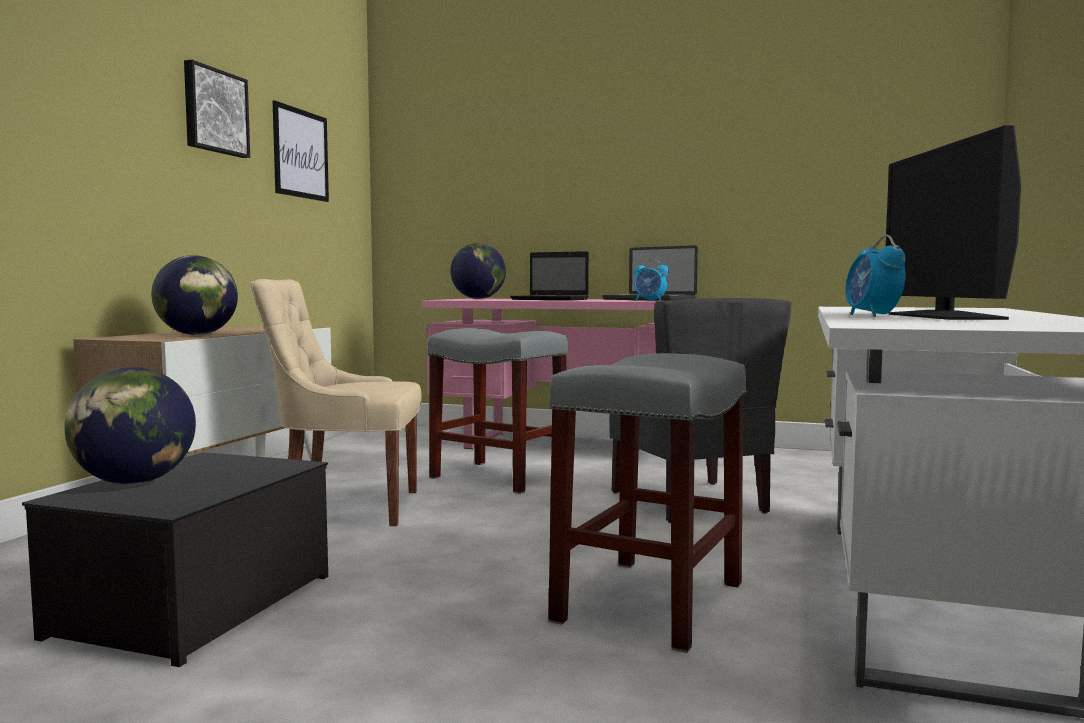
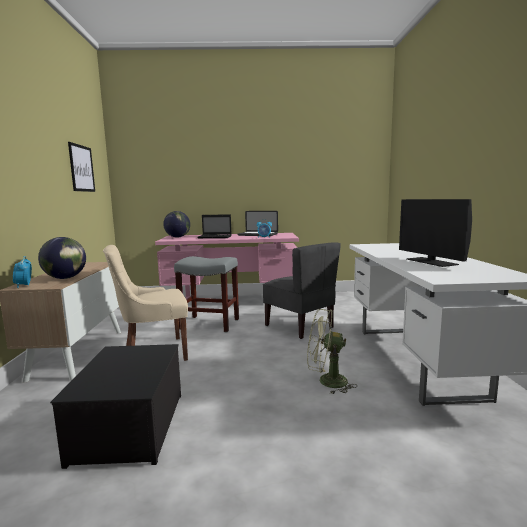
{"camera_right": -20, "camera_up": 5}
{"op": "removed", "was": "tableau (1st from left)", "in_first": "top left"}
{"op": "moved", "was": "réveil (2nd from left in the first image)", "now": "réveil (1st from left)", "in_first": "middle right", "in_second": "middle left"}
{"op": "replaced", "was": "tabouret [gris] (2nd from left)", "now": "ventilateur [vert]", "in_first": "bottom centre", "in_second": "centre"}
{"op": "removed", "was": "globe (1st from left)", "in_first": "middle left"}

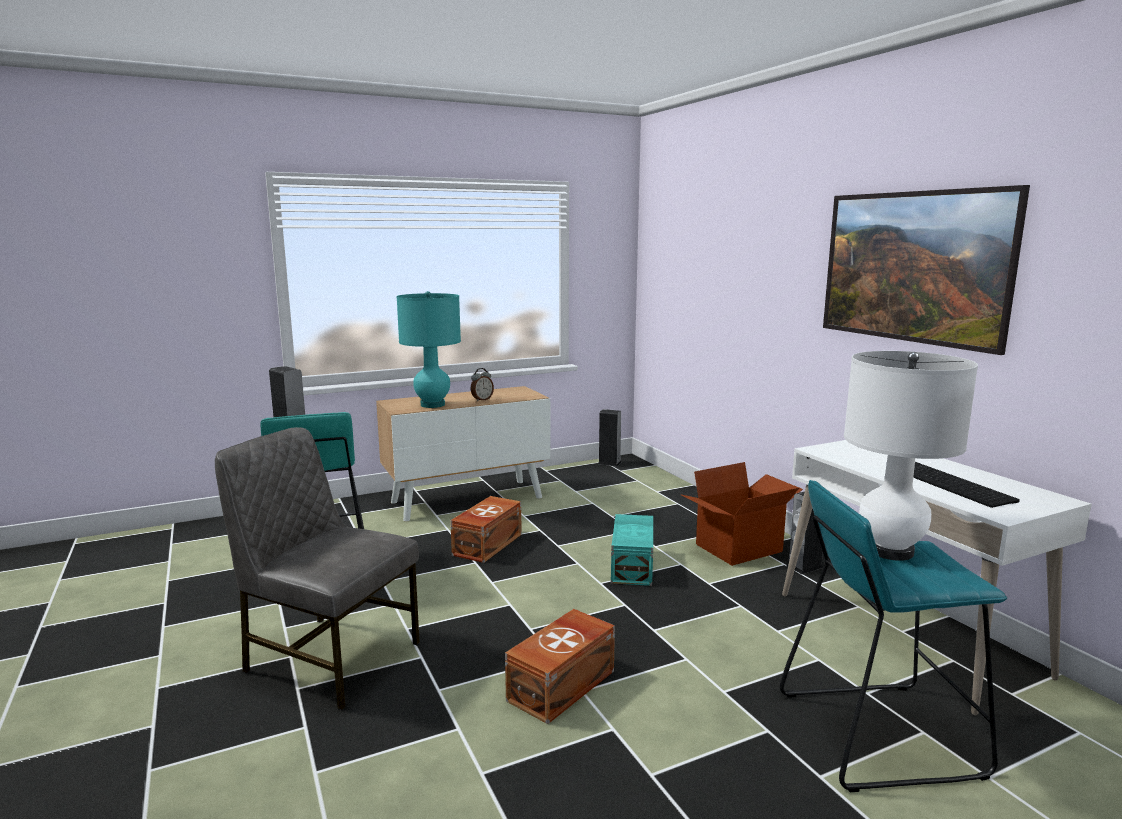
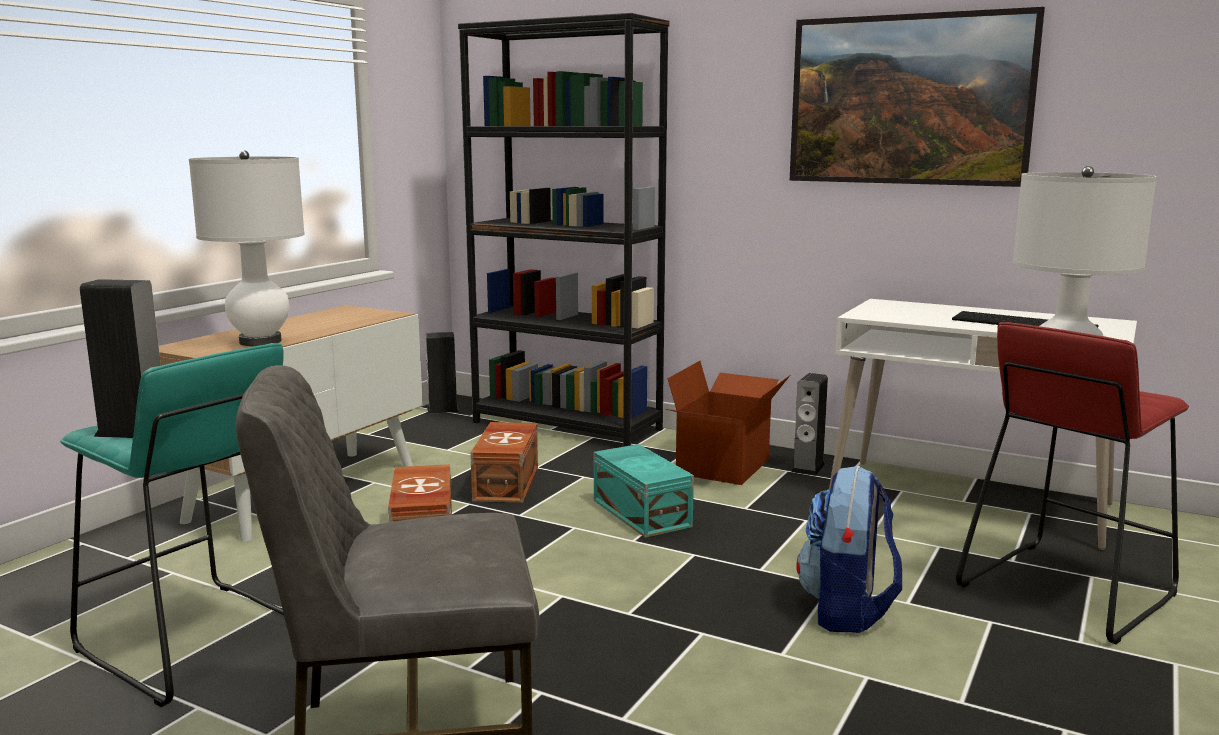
{"camera_right": -35, "camera_up": 0}
{"op": "recoloured", "was": "lampe de table [turquoise]", "now": "lampe de table [blanc] (1st from left)", "in_first": "centre", "in_second": "middle left"}
{"op": "removed", "was": "réveil", "in_first": "centre"}
{"op": "recoloured", "was": "tabouret [turquoise] (2nd from left)", "now": "tabouret [rouge]", "in_first": "bottom right", "in_second": "middle right"}
{"op": "moved", "was": "boîte de rangement [marron] (2nd from left)", "in_first": "bottom centre", "in_second": "centre"}
{"op": "added", "now": "bibliothèque [noir]", "in_second": "top centre"}
{"op": "added", "now": "sac à dos", "in_second": "bottom right"}

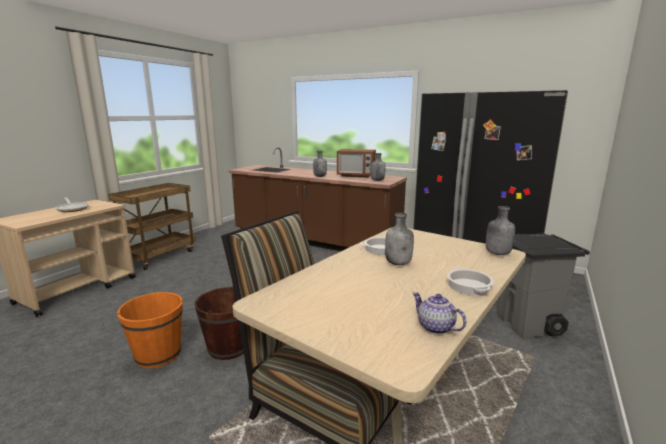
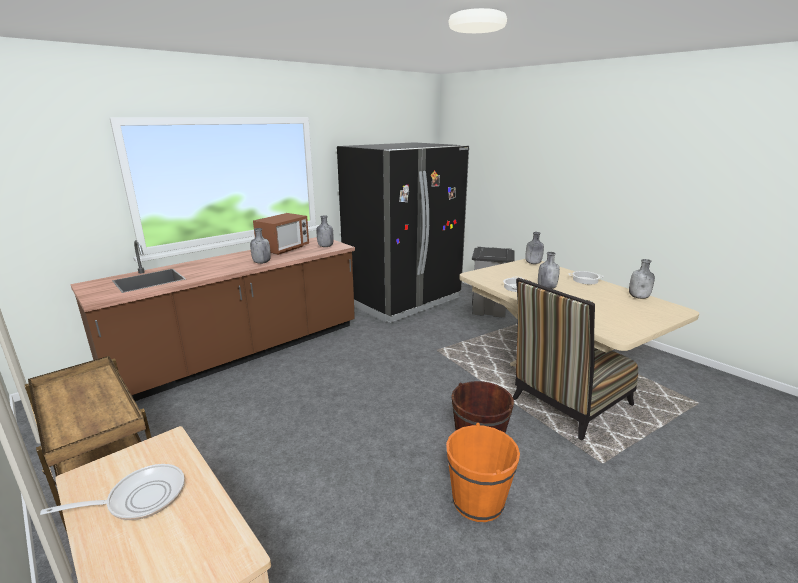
{"camera_right": -70, "camera_up": 5}
{"op": "replaced", "was": "théière", "now": "bouteille [gris] (5th from left)", "in_first": "bottom centre", "in_second": "middle right"}

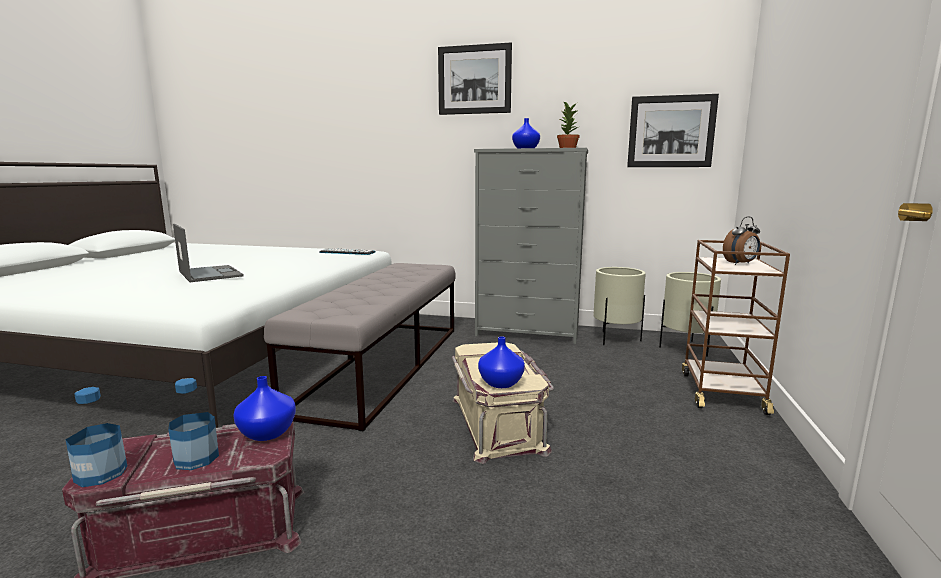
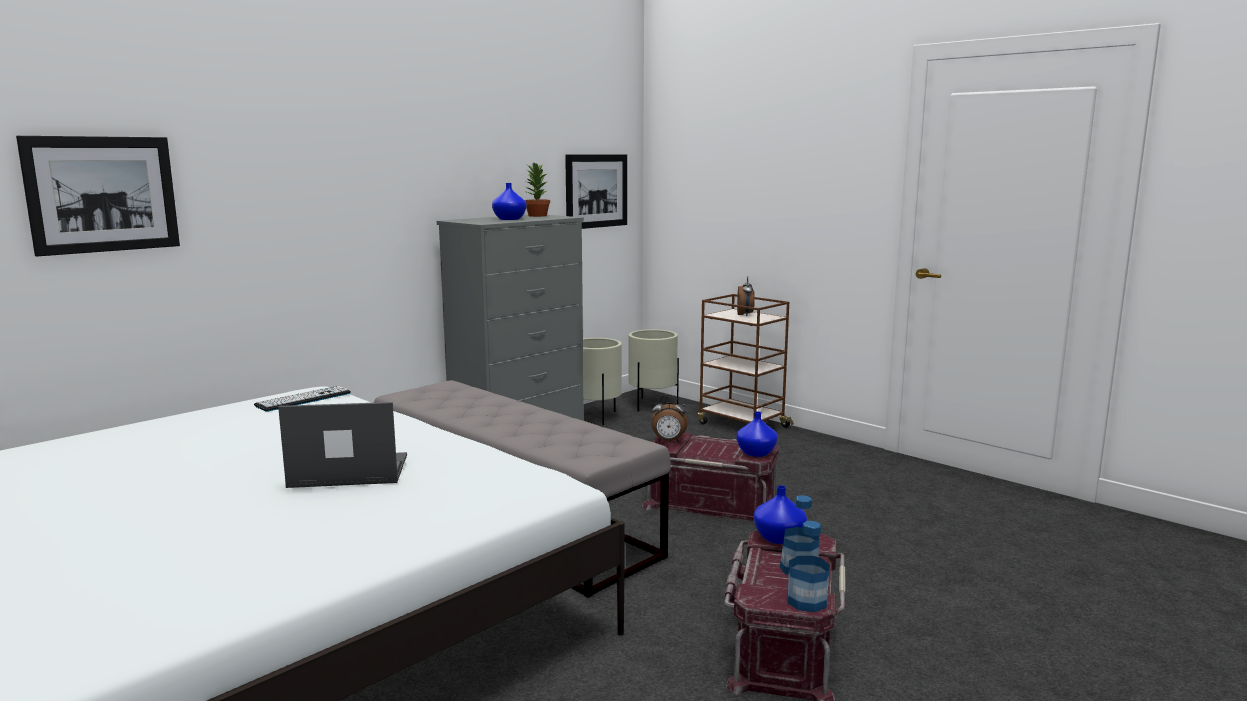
{"camera_right": -60, "camera_up": 0}
{"op": "moved", "was": "tableau (1st from left)", "in_first": "top centre", "in_second": "top left"}
{"op": "recoloured", "was": "boîte de rangement [beige]", "now": "boîte de rangement [rouge] (1st from left)", "in_first": "bottom centre", "in_second": "bottom centre"}
{"op": "added", "now": "réveil (1st from left)", "in_second": "centre"}

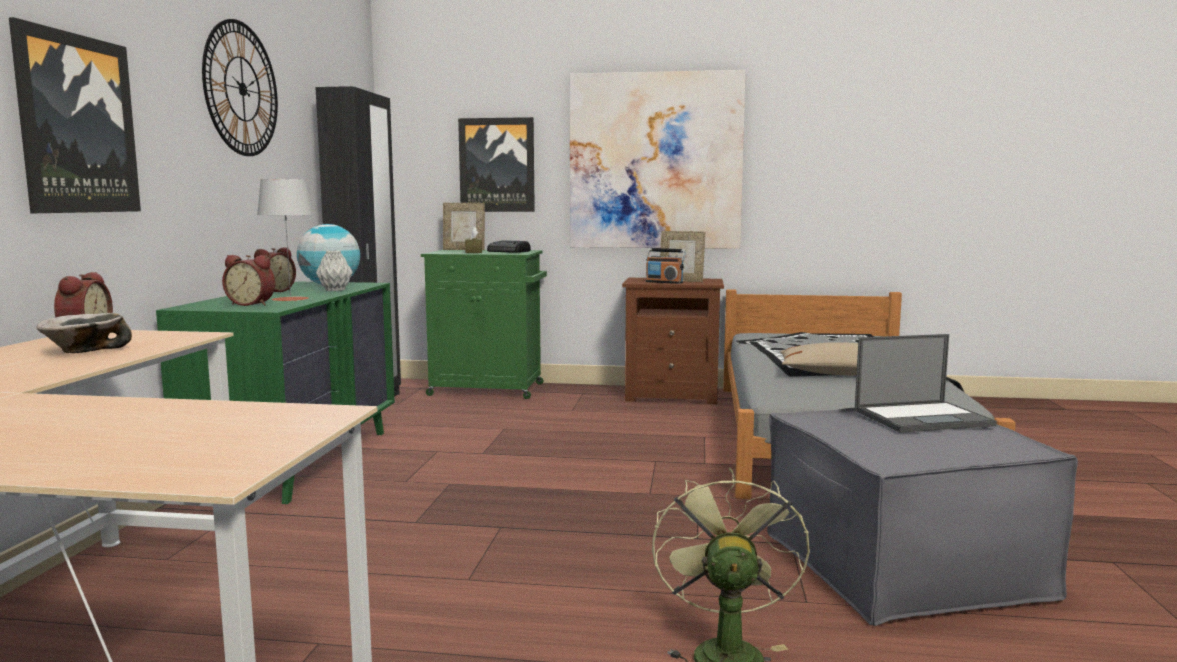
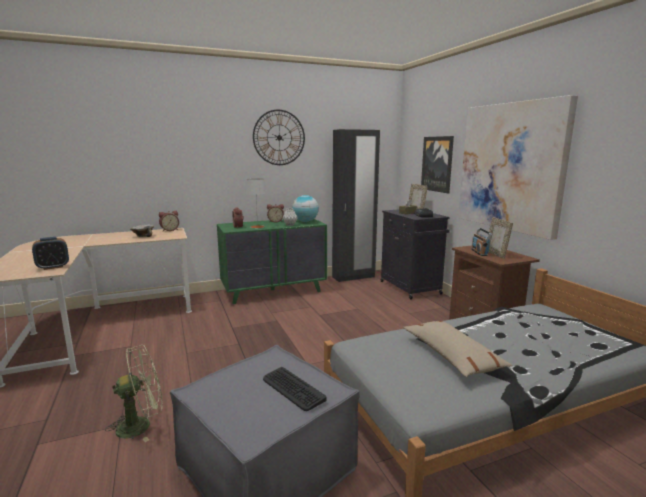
{"camera_right": 60, "camera_up": 5}
{"op": "removed", "was": "tableau (1st from left)", "in_first": "top left"}
{"op": "recoloured", "was": "meuble de rangement [vert]", "now": "meuble de rangement [noir]", "in_first": "centre", "in_second": "centre"}
{"op": "replaced", "was": "ordinateur portable", "now": "clavier", "in_first": "middle right", "in_second": "bottom centre"}
{"op": "added", "now": "réveil (1st from left)", "in_second": "middle left"}

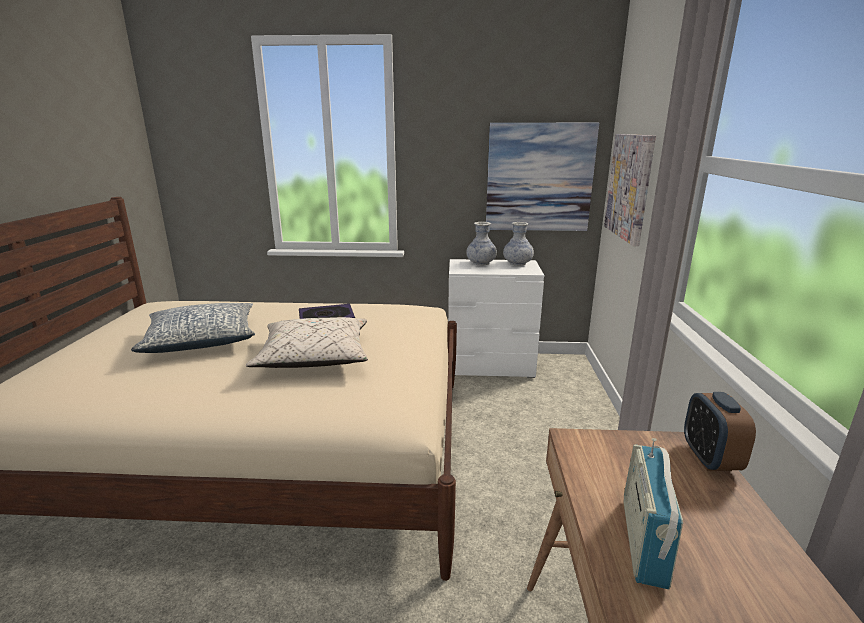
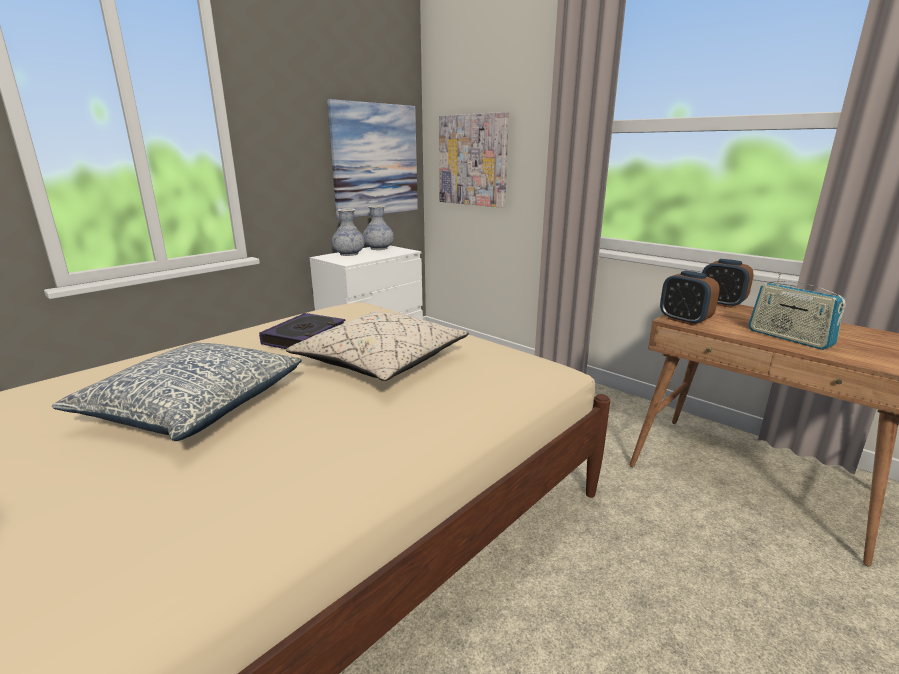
{"camera_right": -50, "camera_up": 0}
{"op": "added", "now": "réveil (1st from left)", "in_second": "middle right"}

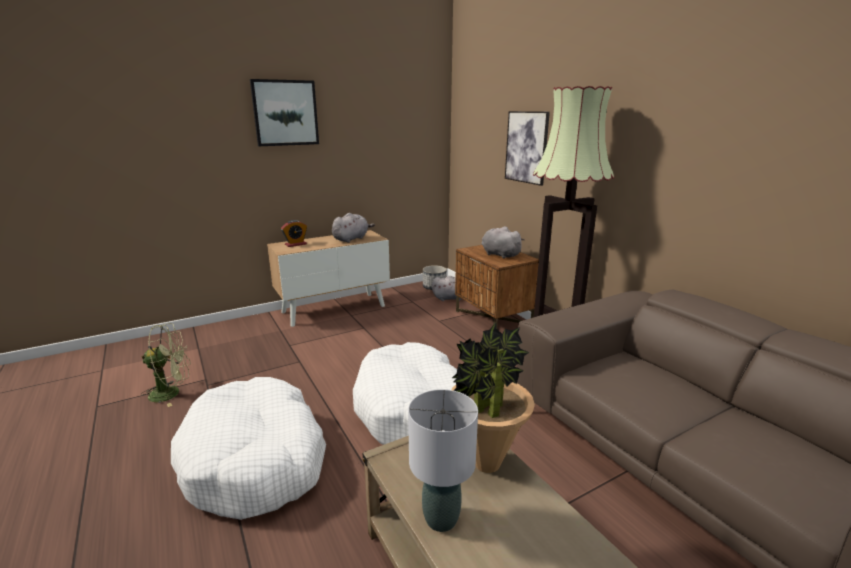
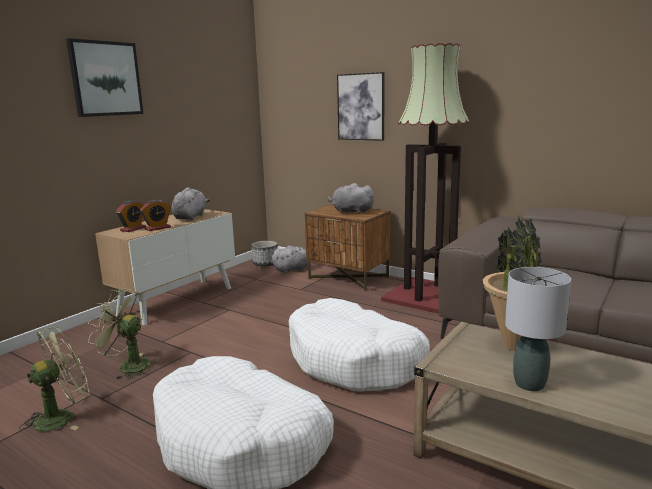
{"camera_right": -25, "camera_up": -5}
{"op": "added", "now": "réveil (2nd from left)", "in_second": "middle left"}
{"op": "added", "now": "ventilateur [vert] (2nd from left)", "in_second": "bottom left"}

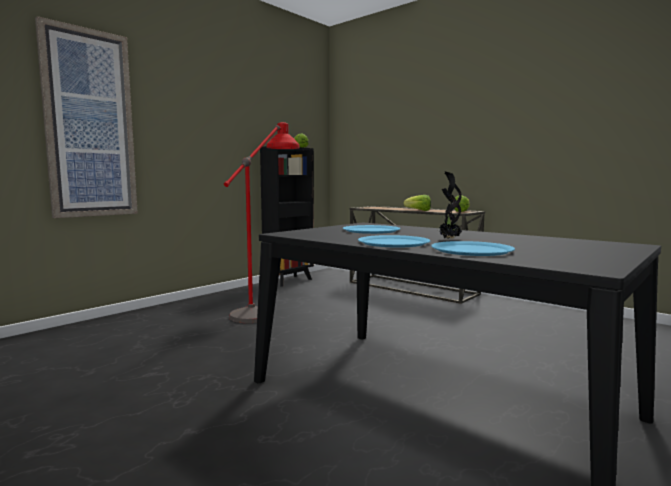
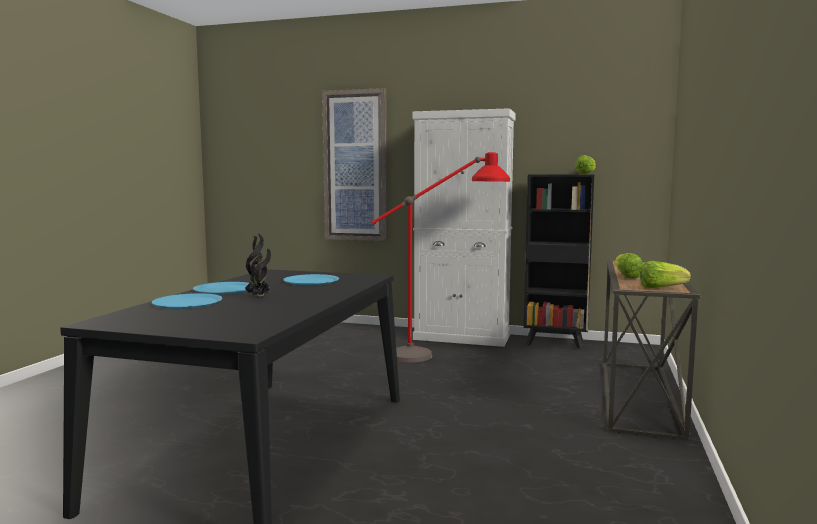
{"camera_right": 65, "camera_up": 0}
{"op": "added", "now": "meuble de rangement [blanc]", "in_second": "centre"}

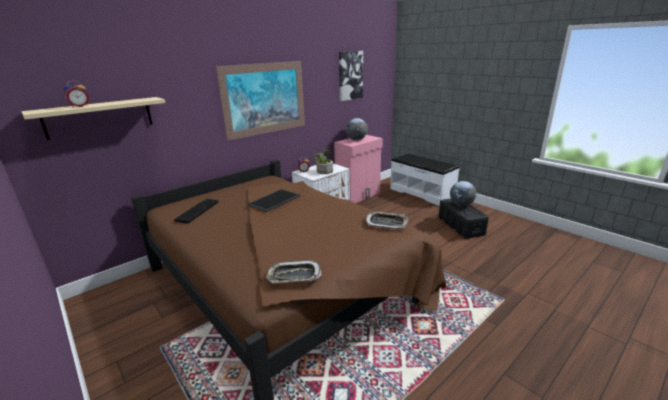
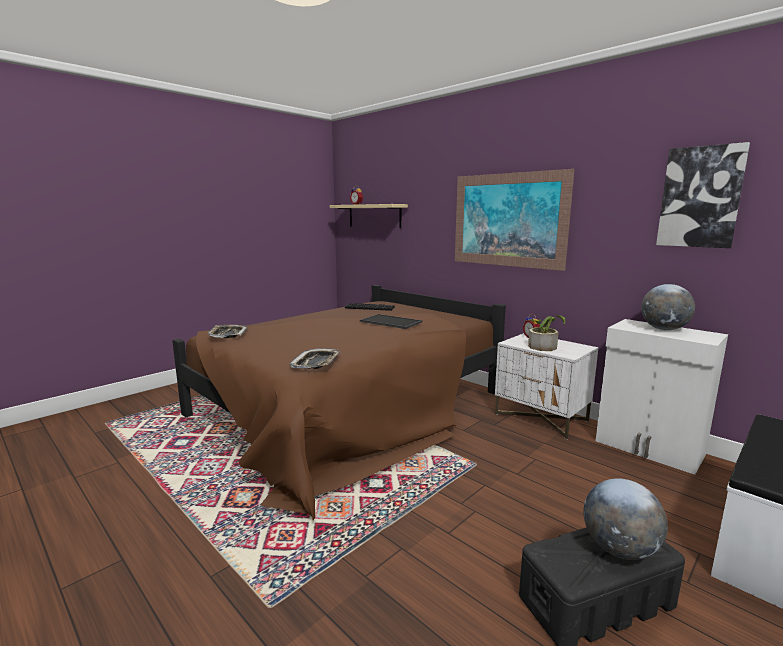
{"camera_right": 85, "camera_up": -10}
{"op": "recoloured", "was": "meuble de rangement [rose]", "now": "meuble de rangement [blanc]", "in_first": "centre", "in_second": "middle right"}

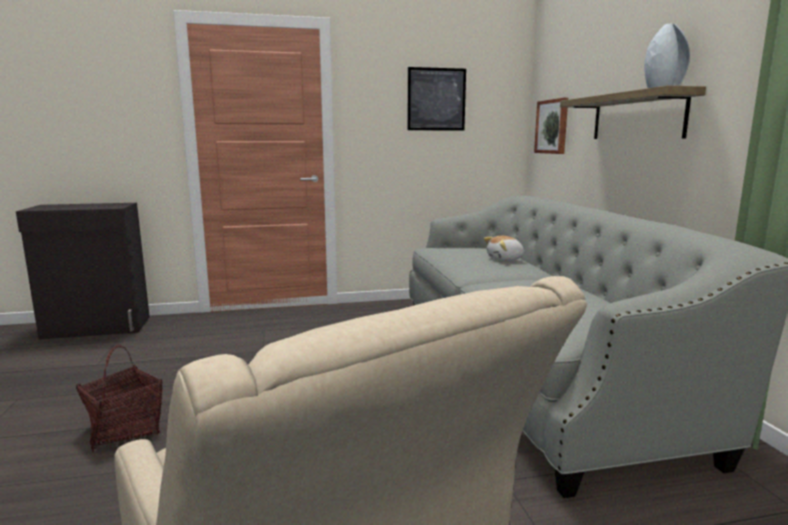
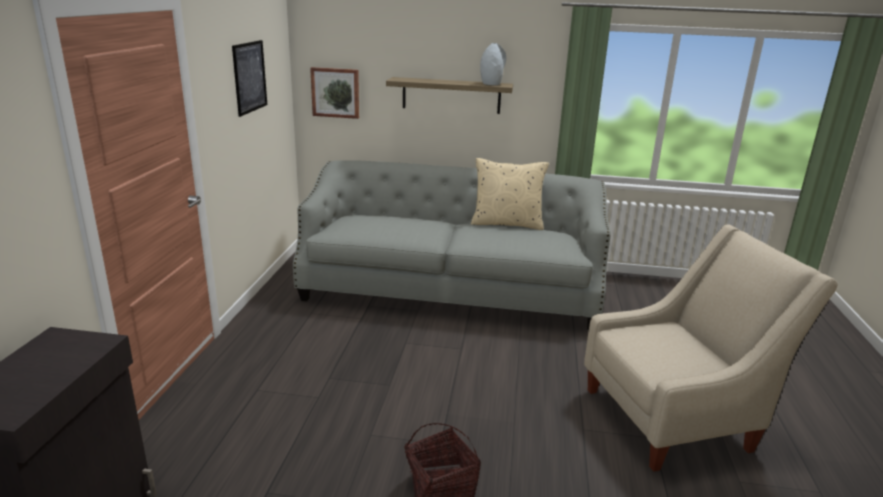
{"camera_right": -70, "camera_up": 10}
{"op": "removed", "was": "peluche", "in_first": "centre"}
{"op": "added", "now": "coussin [beige]", "in_second": "centre"}

